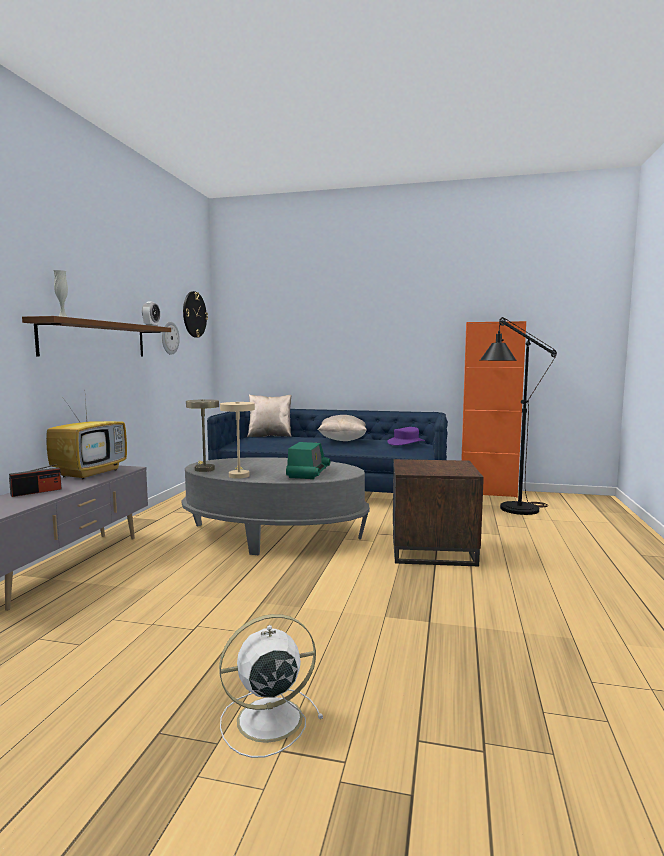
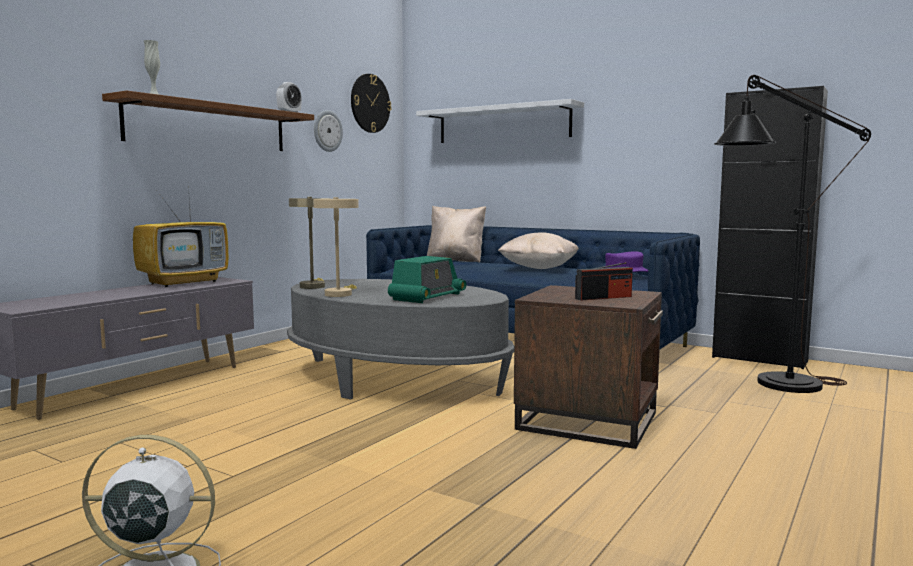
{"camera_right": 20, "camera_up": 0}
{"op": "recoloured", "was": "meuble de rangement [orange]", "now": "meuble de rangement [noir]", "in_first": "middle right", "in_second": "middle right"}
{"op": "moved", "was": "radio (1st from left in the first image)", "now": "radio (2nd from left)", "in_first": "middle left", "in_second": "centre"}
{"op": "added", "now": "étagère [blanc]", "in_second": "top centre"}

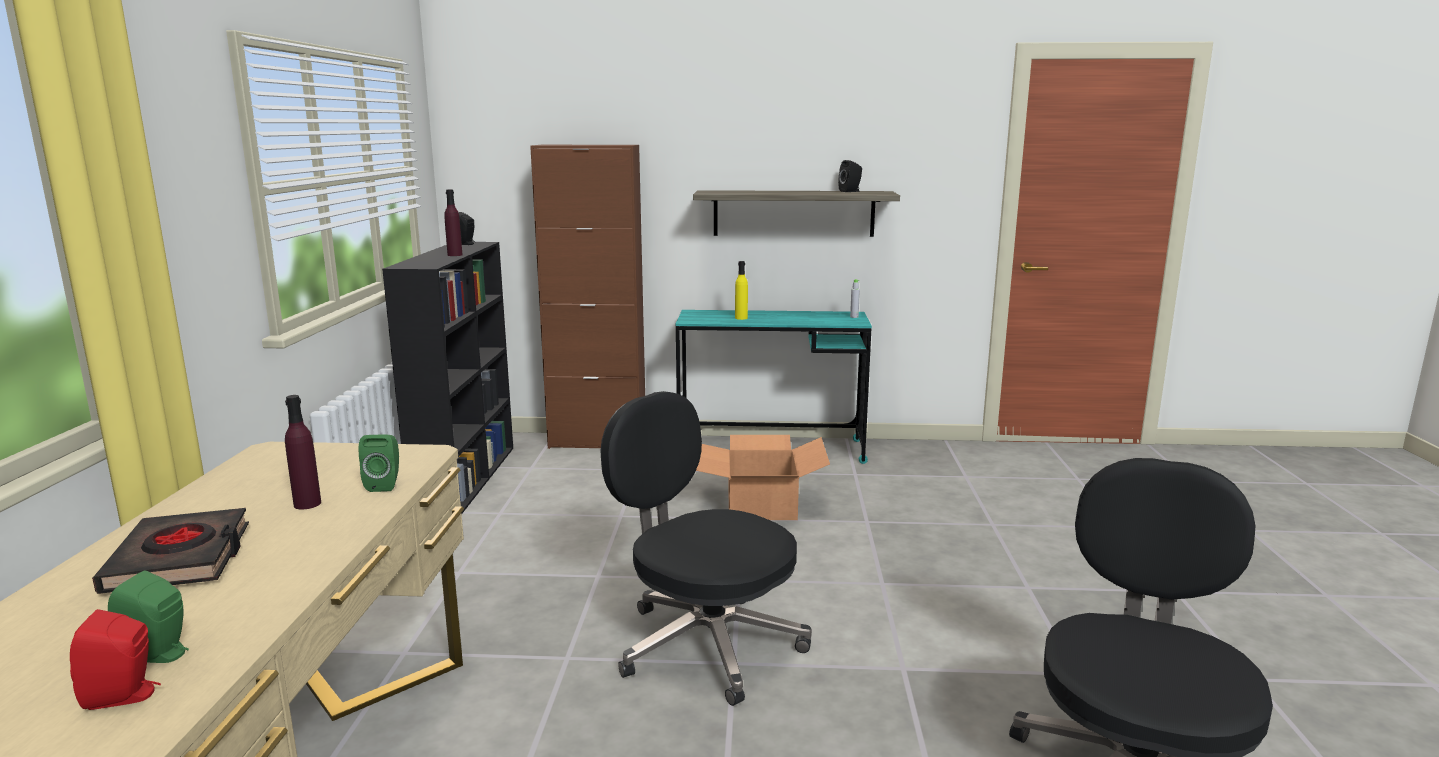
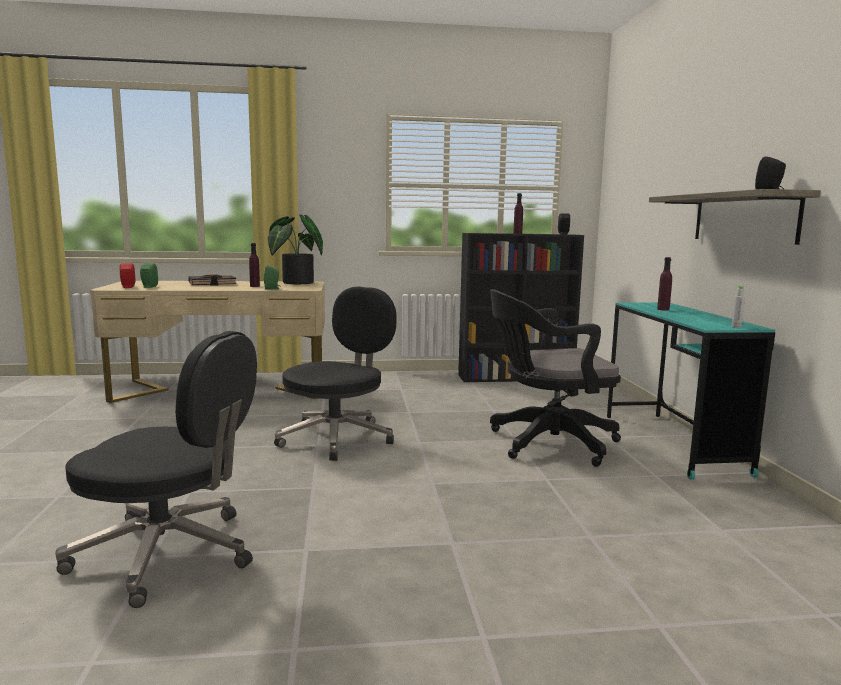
{"camera_right": 80, "camera_up": -5}
{"op": "removed", "was": "meuble de rangement [marron]", "in_first": "centre"}
{"op": "recoloured", "was": "bouteille [jaune]", "now": "bouteille [violet] (3rd from left)", "in_first": "centre", "in_second": "middle right"}
{"op": "replaced", "was": "carton", "now": "chaise de bureau [noir] (3rd from left)", "in_first": "centre", "in_second": "centre"}
{"op": "added", "now": "plante en pot", "in_second": "centre"}

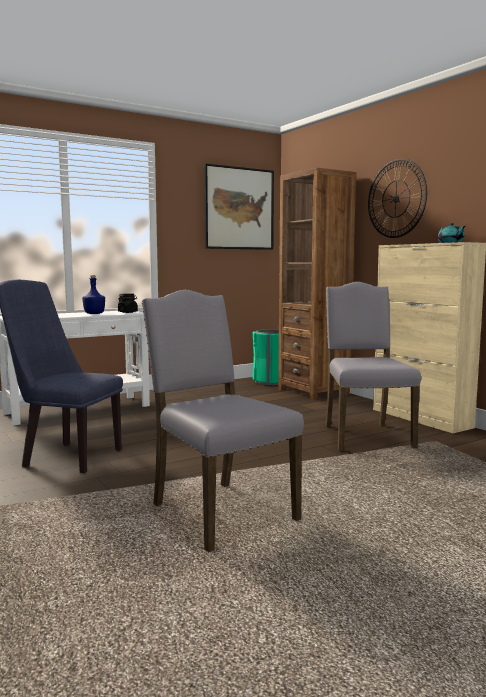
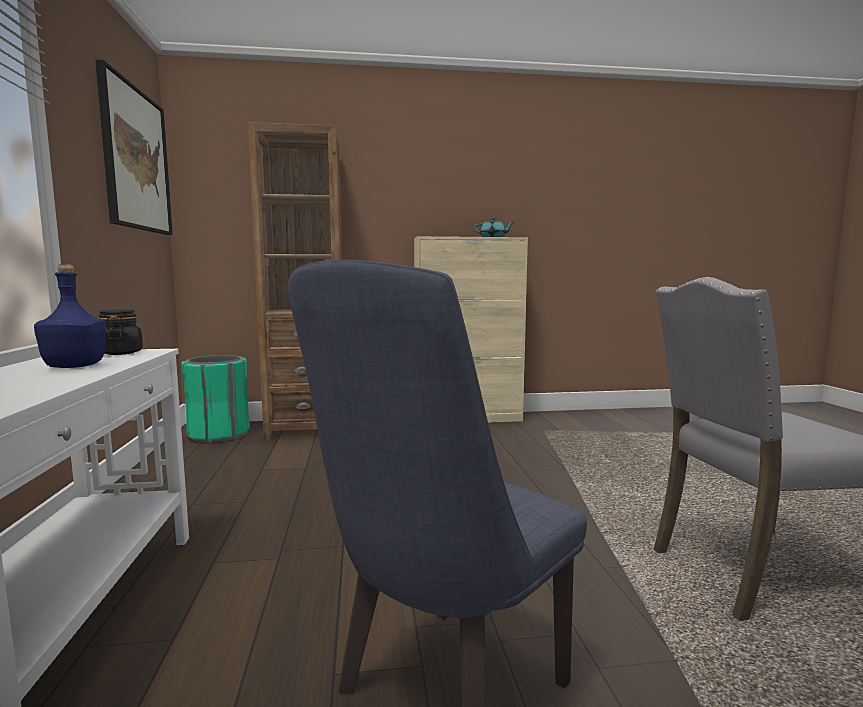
{"camera_right": -65, "camera_up": 0}
{"op": "removed", "was": "horloge murale", "in_first": "top right"}
{"op": "removed", "was": "chaise [gris] (2nd from left)", "in_first": "middle right"}

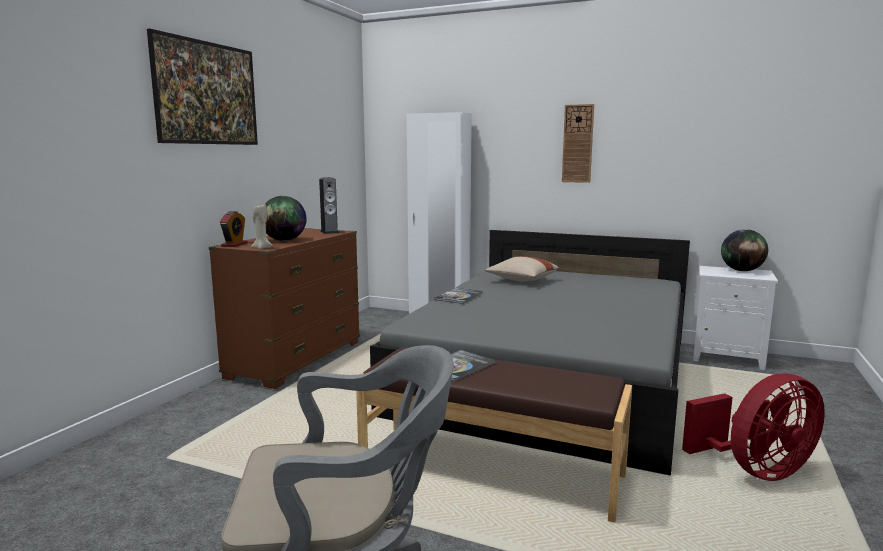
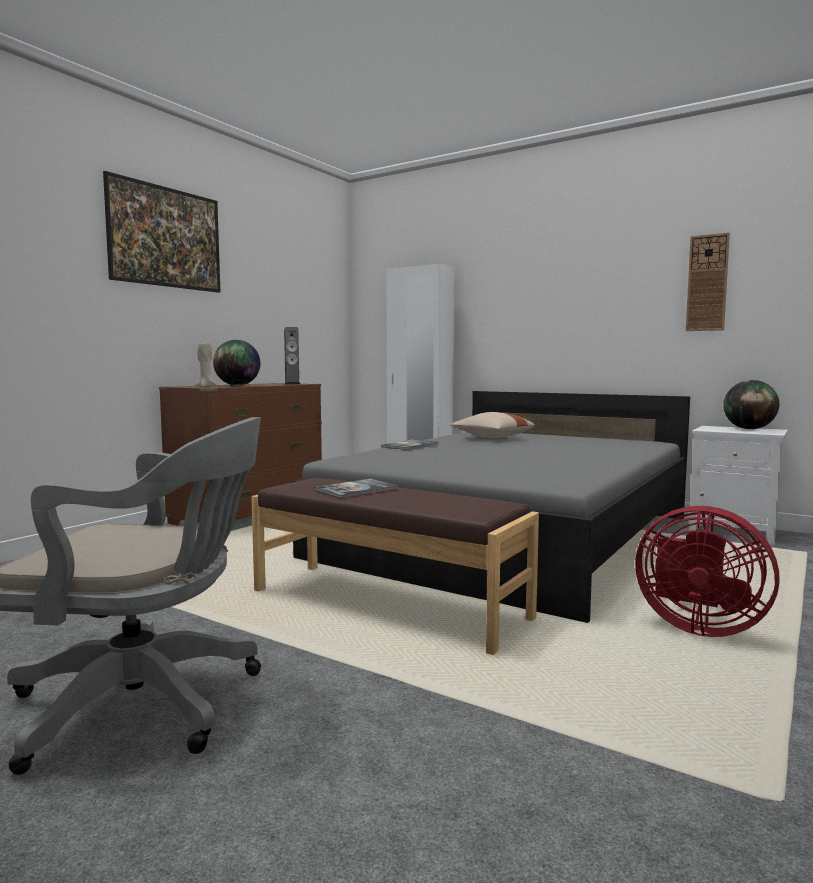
{"camera_right": 10, "camera_up": -5}
{"op": "moved", "was": "horloge murale", "in_first": "top centre", "in_second": "top right"}
{"op": "removed", "was": "réveil", "in_first": "middle left"}
{"op": "turned", "was": "ventilateur [rouge]", "in_first": "bottom right", "in_second": "middle right", "clockwise": 45}

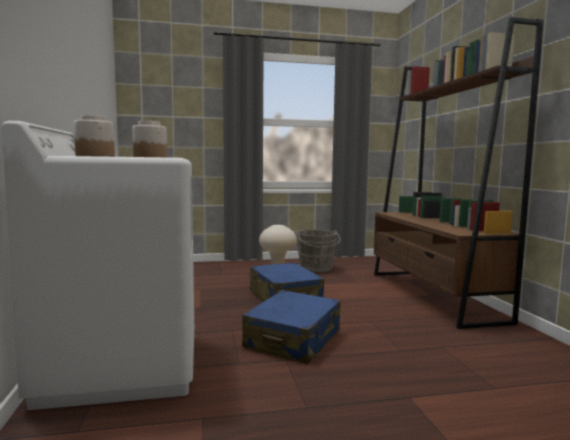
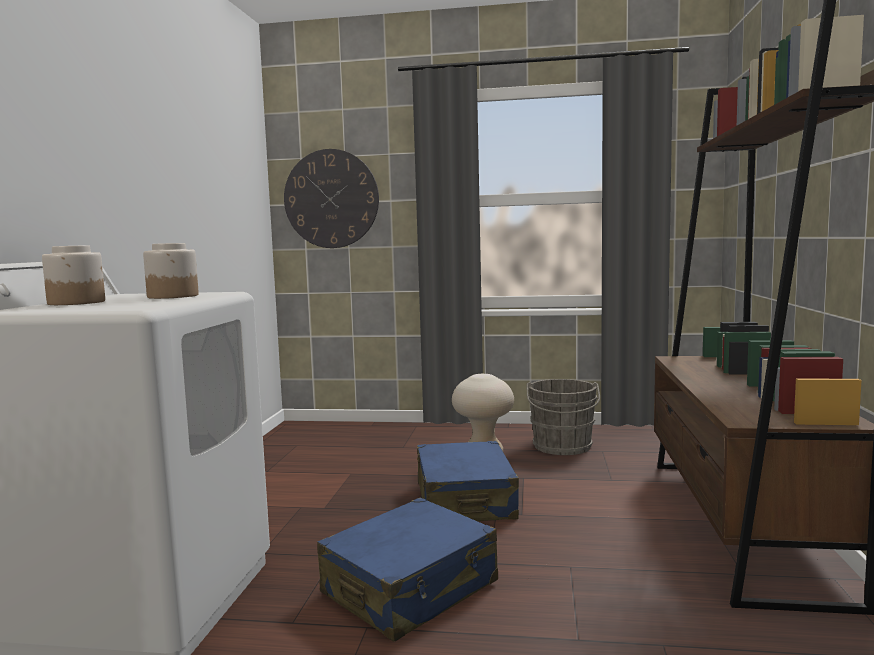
{"camera_right": 20, "camera_up": 0}
{"op": "added", "now": "horloge murale", "in_second": "top centre"}

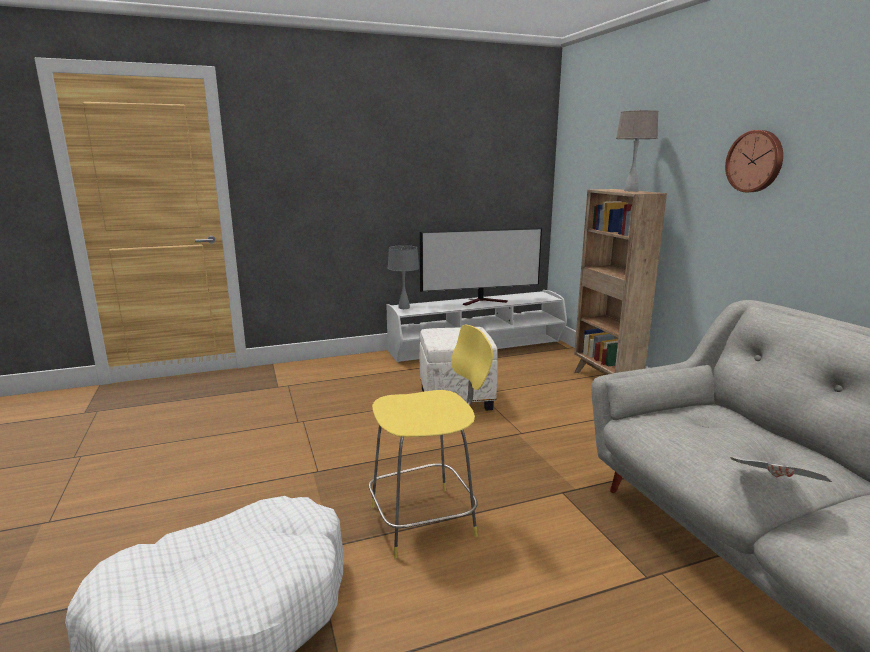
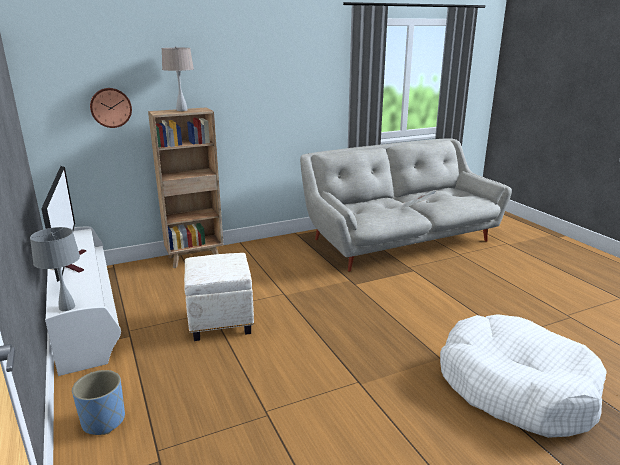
{"camera_right": -95, "camera_up": 5}
{"op": "moved", "was": "horloge murale", "in_first": "top right", "in_second": "top left"}
{"op": "removed", "was": "tabouret [jaune]", "in_first": "bottom centre"}
{"op": "added", "now": "cache-pot [bleu]", "in_second": "bottom left"}

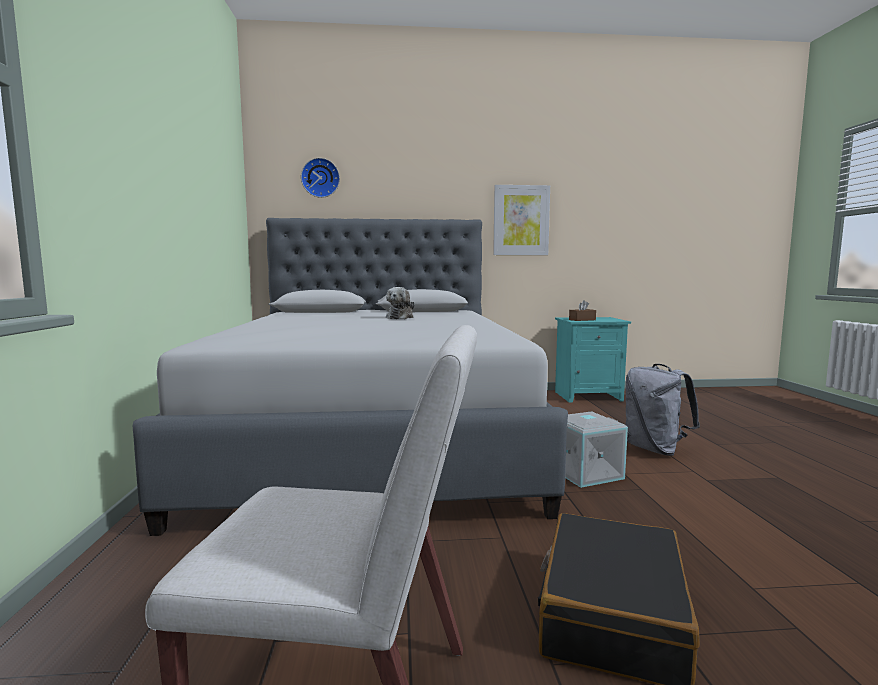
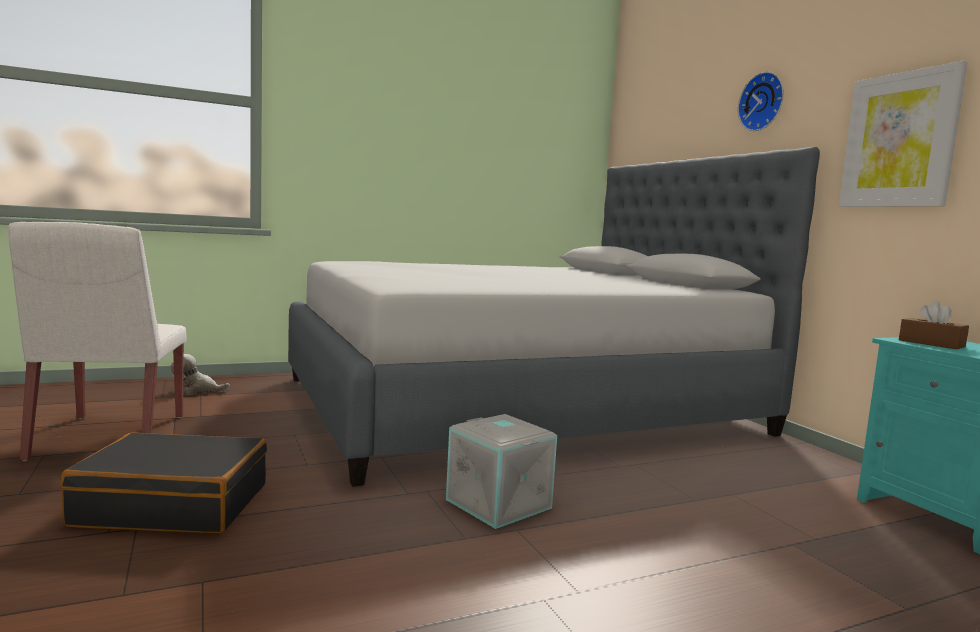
{"camera_right": 70, "camera_up": 0}
{"op": "moved", "was": "horloge murale", "in_first": "top centre", "in_second": "top right"}
{"op": "moved", "was": "peluche", "in_first": "centre", "in_second": "middle left"}
{"op": "removed", "was": "sac à dos [gris]", "in_first": "middle right"}

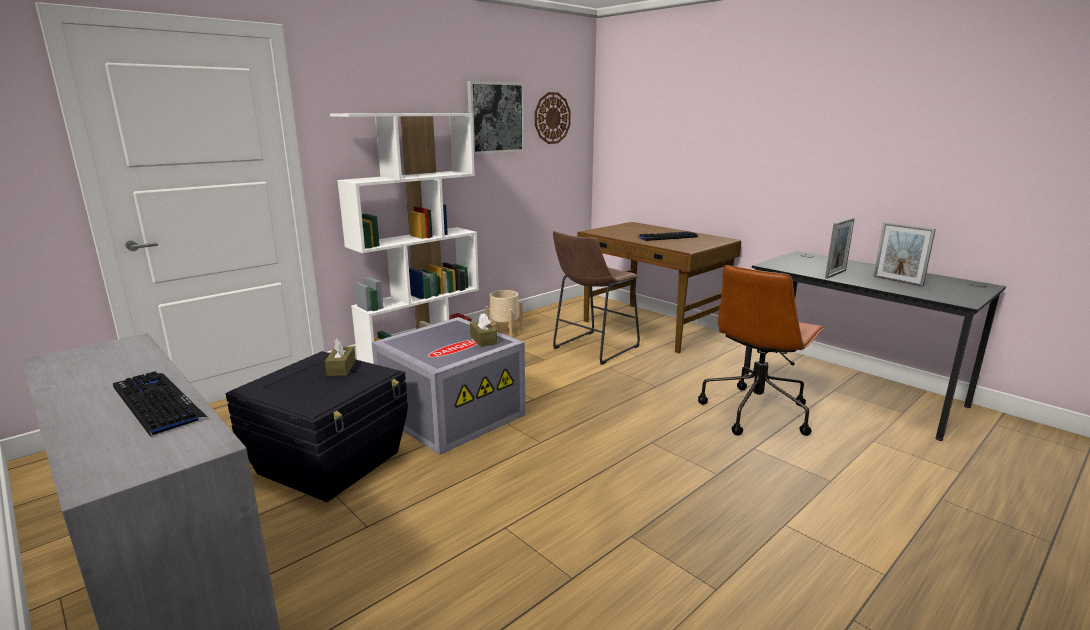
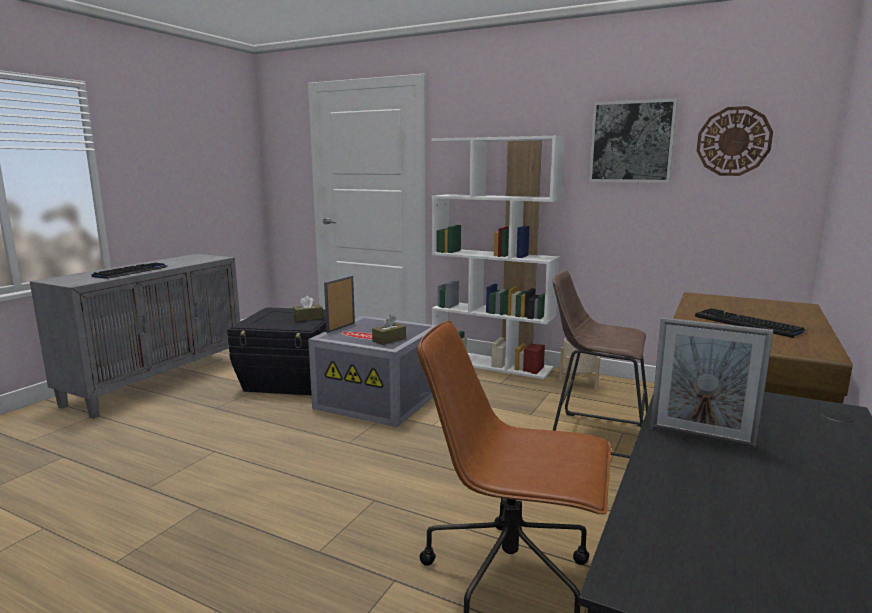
{"camera_right": 70, "camera_up": -5}
{"op": "moved", "was": "cadre photo (2nd from left in the first image)", "now": "cadre photo (1st from left)", "in_first": "middle right", "in_second": "centre"}

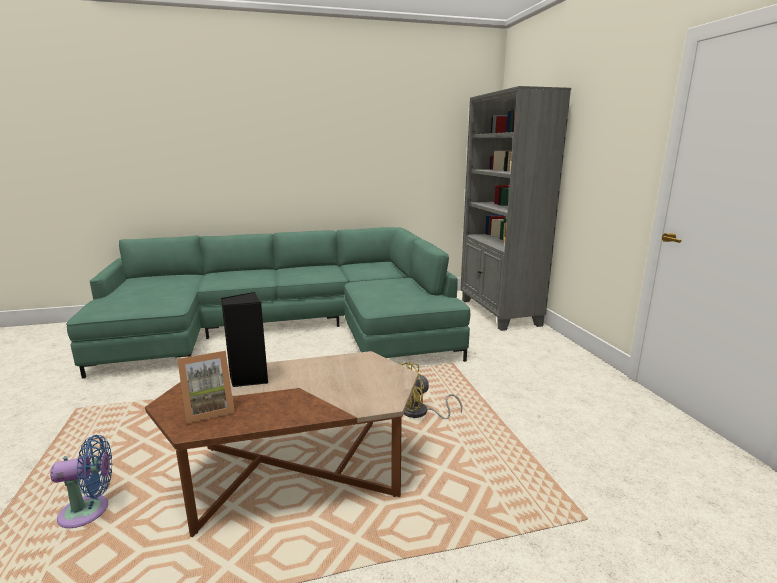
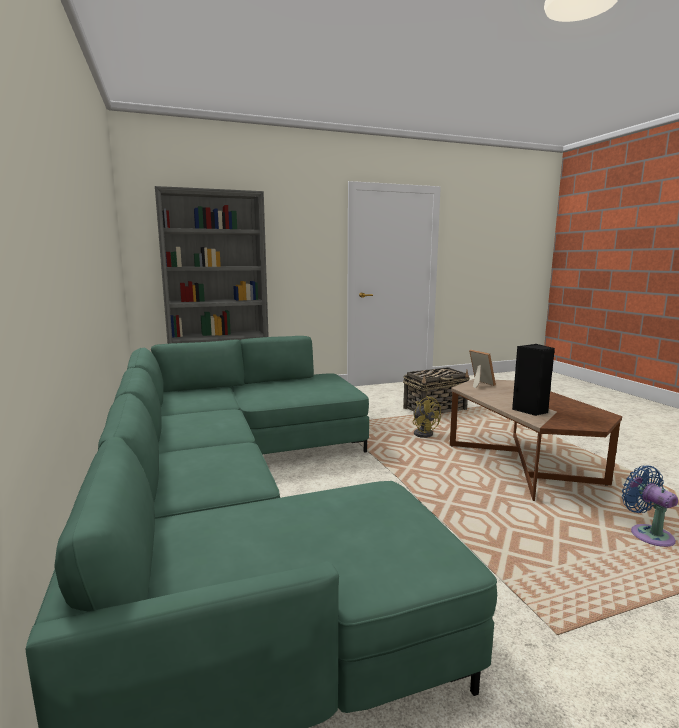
{"camera_right": -95, "camera_up": -5}
{"op": "moved", "was": "cadre photo", "in_first": "middle left", "in_second": "middle right"}
{"op": "added", "now": "panier", "in_second": "centre"}

